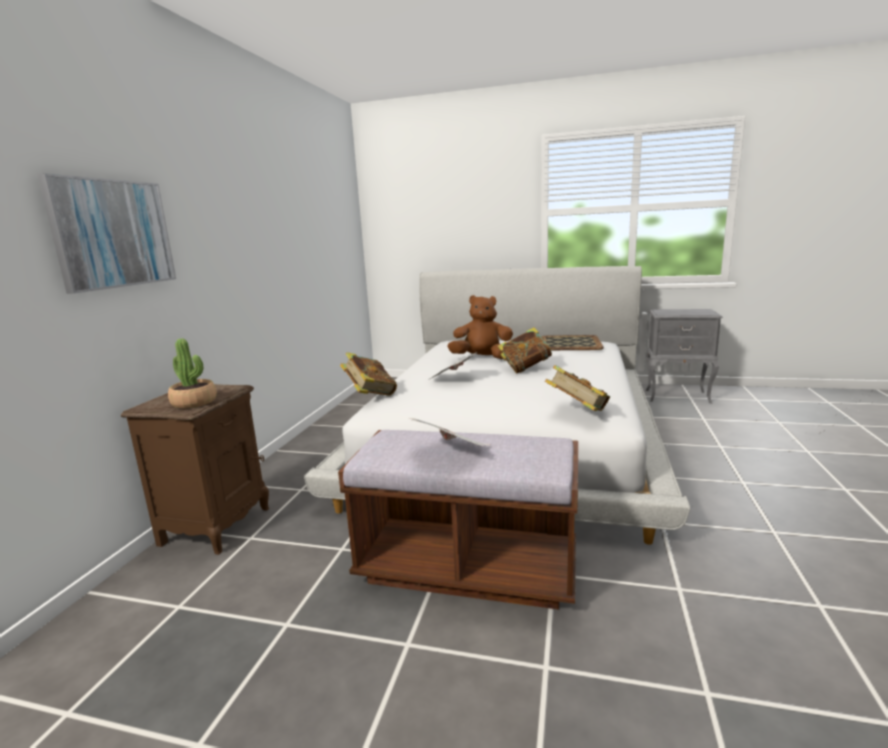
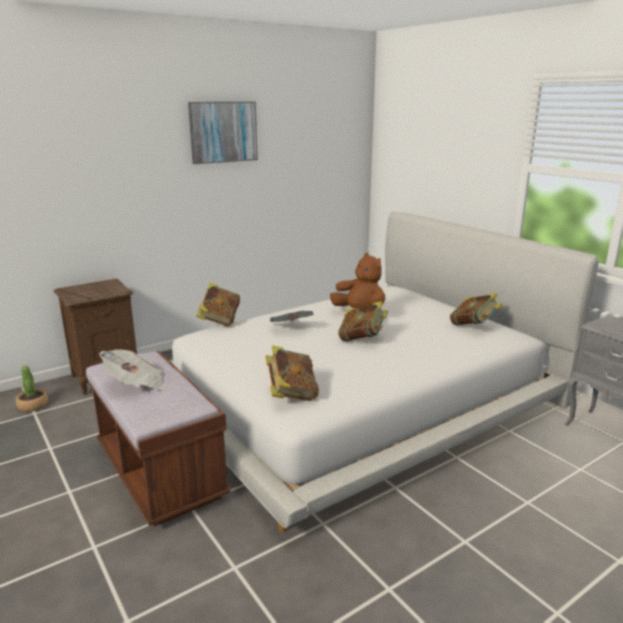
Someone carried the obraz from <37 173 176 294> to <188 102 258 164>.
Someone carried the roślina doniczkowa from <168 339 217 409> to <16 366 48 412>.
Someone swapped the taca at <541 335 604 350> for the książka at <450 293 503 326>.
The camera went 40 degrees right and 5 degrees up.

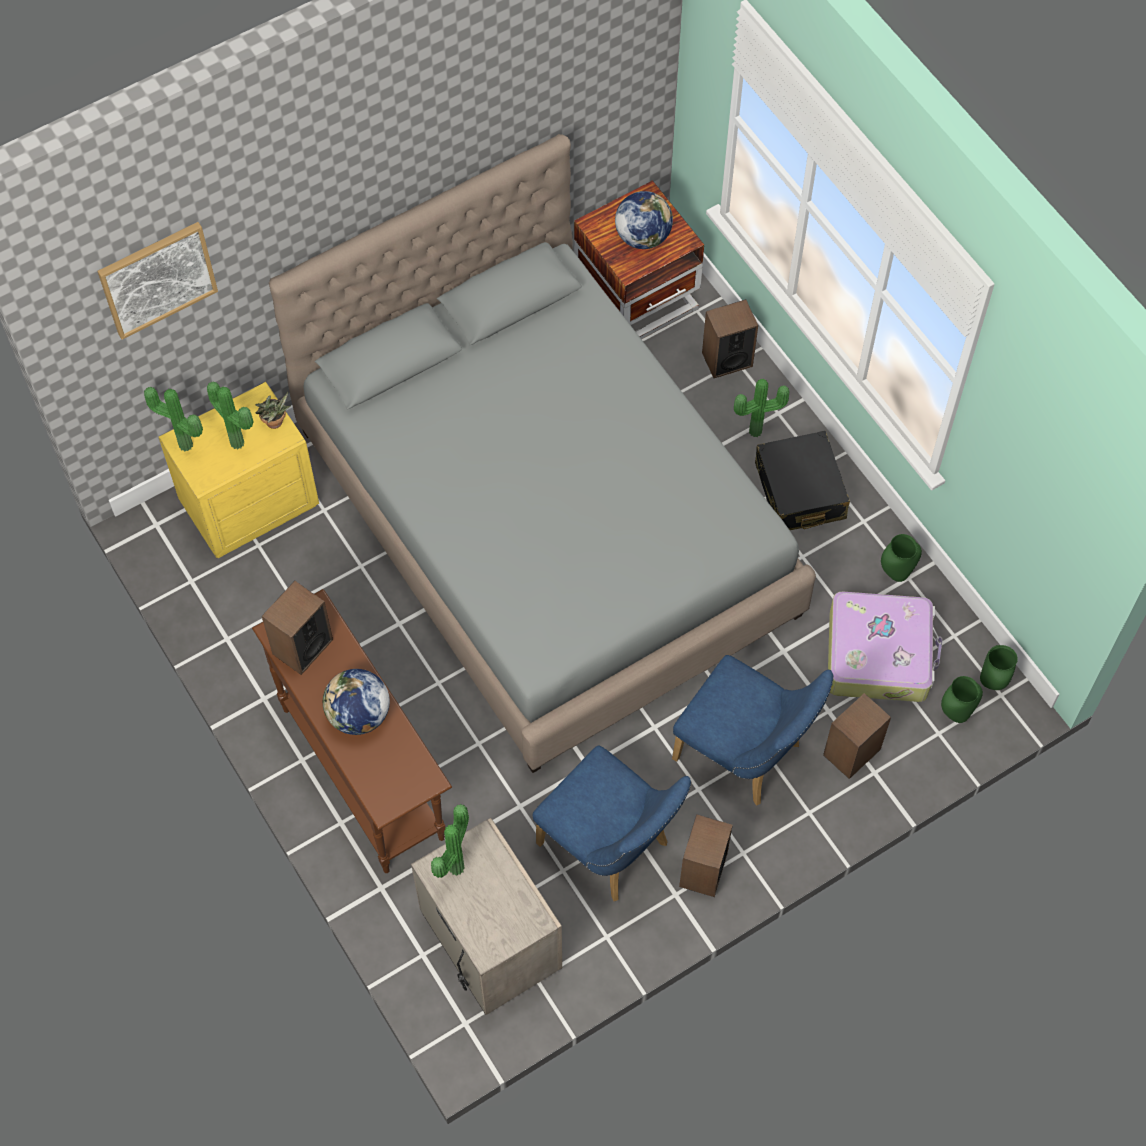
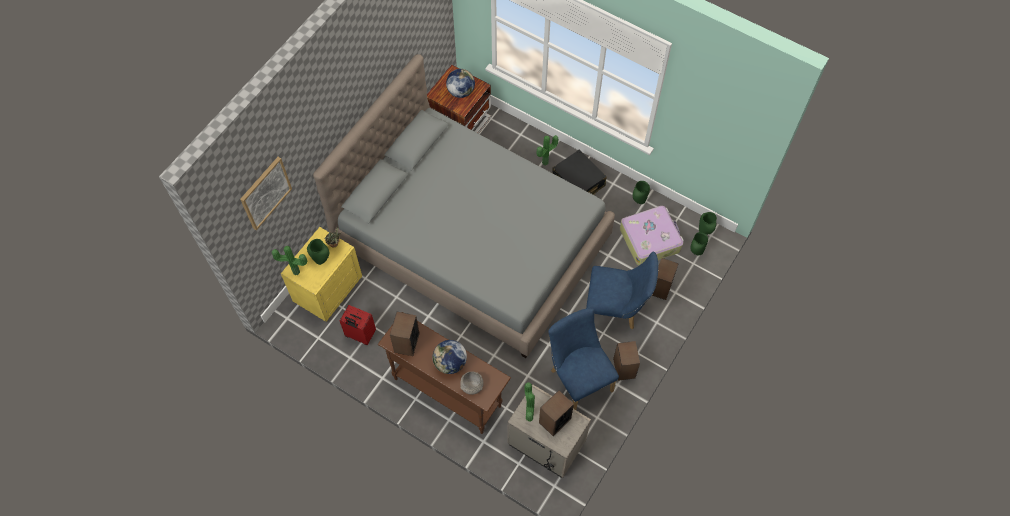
Someone put down the walizka/czerwony at <340 305 376 345>.
Someone put down the miska/szary at <460 372 483 395>.
Someone carried the głośnik from <702 299 758 378> to <539 390 574 436>.
Someone swapped the roślina doniczkowa at <207 382 253 449> for the wazon/zielony at <307 239 329 265>.
Someone rotated the krzesło/niebieski at <532 746 691 901> by 135 degrees counterclockwise.
The camera went 25 degrees left and 0 degrees up.

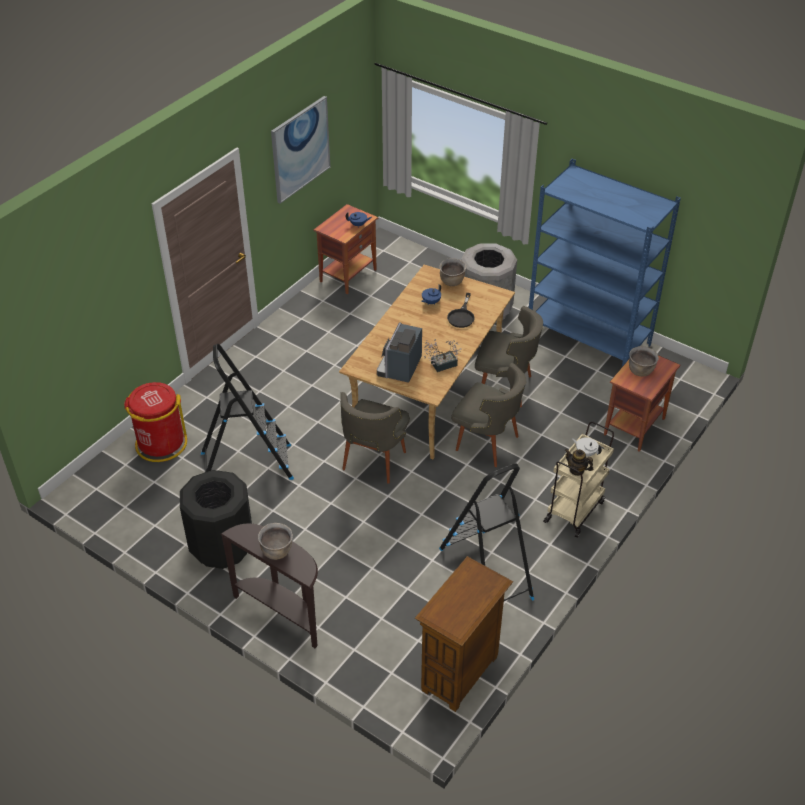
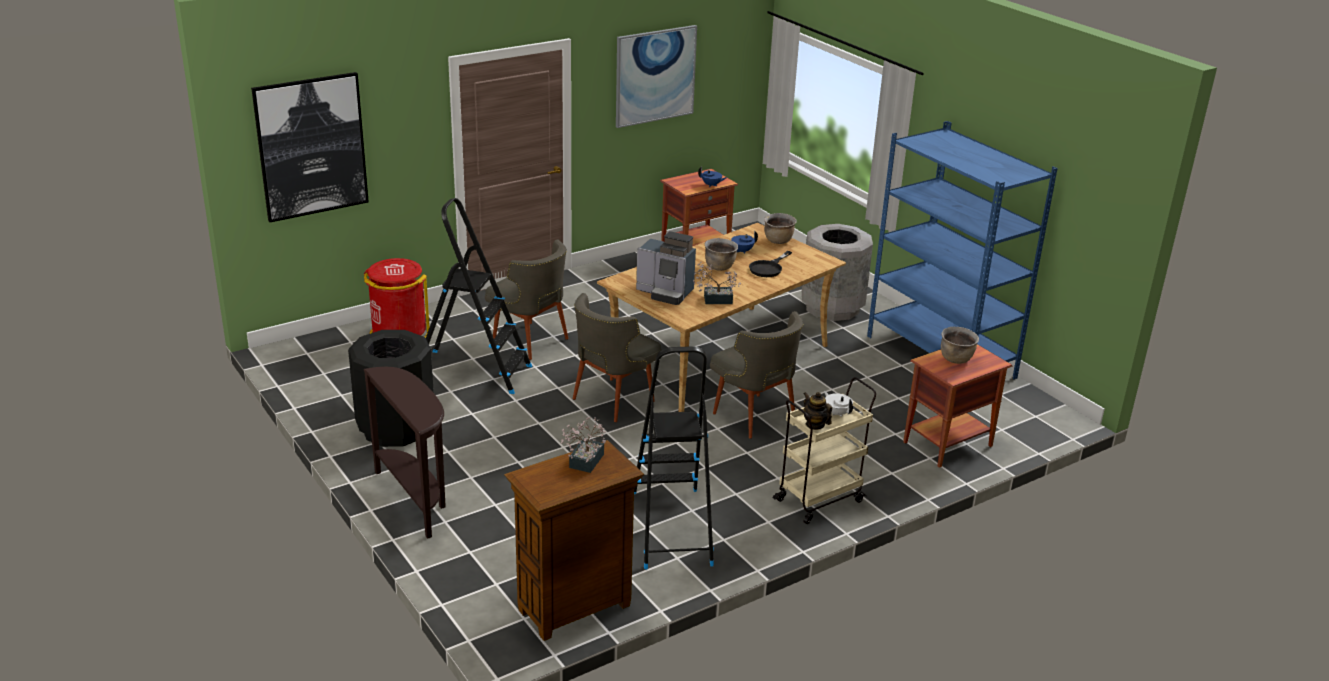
Someone put up the obraz at <251 72 369 222>.
Someone put down the roślina doniczkowa at <561 417 606 473>.
Someone carried the garnek/brązowy from <258 523 293 560> to <705 238 738 271>.
Someone carried the krzesło/szary from <475 306 543 407> to <485 240 569 360>.
Someone rotated the ekspres do kawy at <377 322 422 383> by 105 degrees counterclockwise.
The camera went 20 degrees right and 15 degrees down.

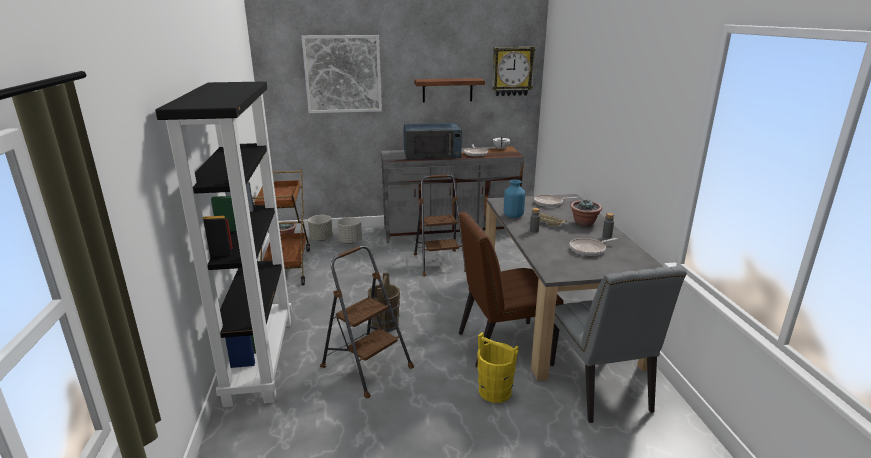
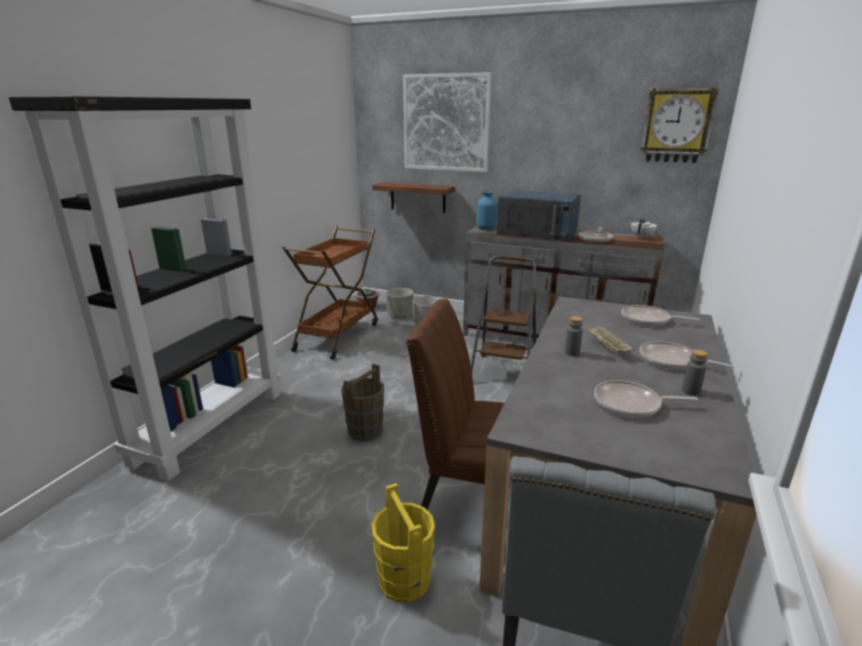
Someone took away the drabinka/brązowy at <320 245 414 399>.
Someone carried the półka from <414 78 485 102> to <372 182 455 213>.
Someone carried the wazon/niebieski from <504 180 525 218> to <476 191 497 230>.
Someone swapped the roślina doniczkowa at <570 200 602 227> for the patelnia at <640 341 734 370>.
The camera went 30 degrees right and 0 degrees up.

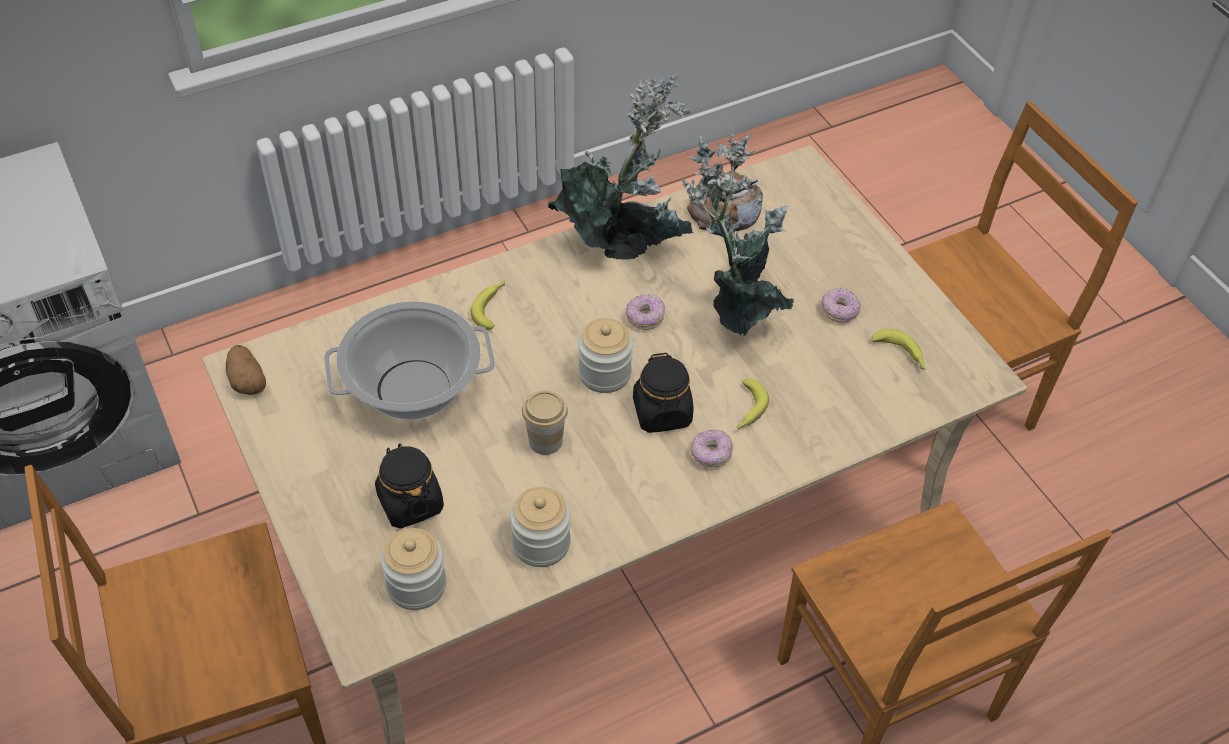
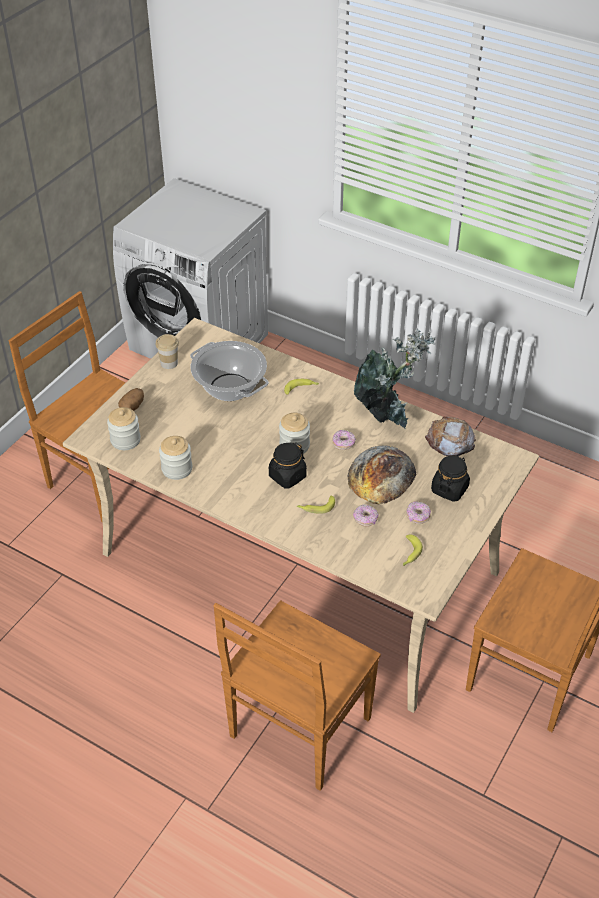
Someone carried the ziemniak from <226 345 266 395> to <118 388 144 411>.
Someone carried the słoik/czarny from <375 443 444 529> to <431 455 470 502>.
Someone carried the filiżanka from <522 390 568 455> to <155 334 179 369>.
Someone carried the donut from <691 429 733 467> to <353 504 378 527>.
Someone swapped the roślina doniczkowa at <681 133 794 336> for the chleb at <347 446 417 505>.
The camera went 60 degrees right and 5 degrees down.

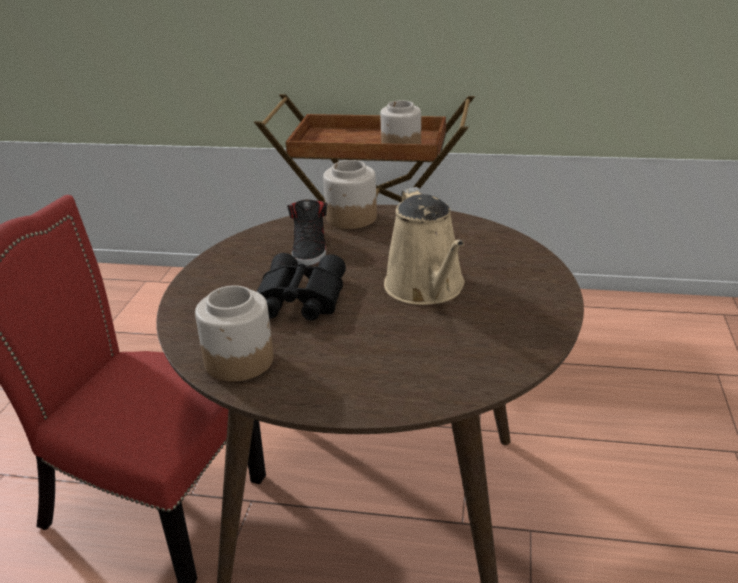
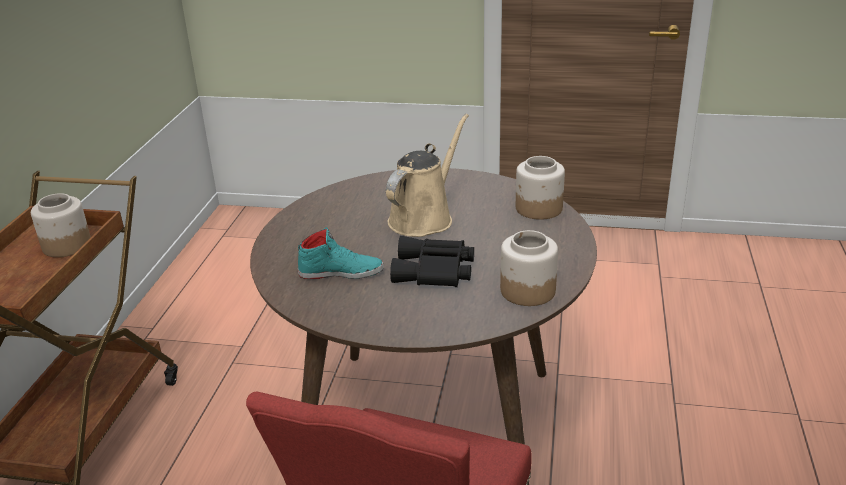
Someone carried the słoik from <323 160 377 229> to <516 156 565 220>.
Someone repainted the but/czarny at <287 199 327 266>, which became the but/turkusowy at <297 227 384 279>.
Someone rotated the konewka/beżowy at <384 187 465 305> by 45 degrees counterclockwise.
The camera went 90 degrees left and 0 degrees up.

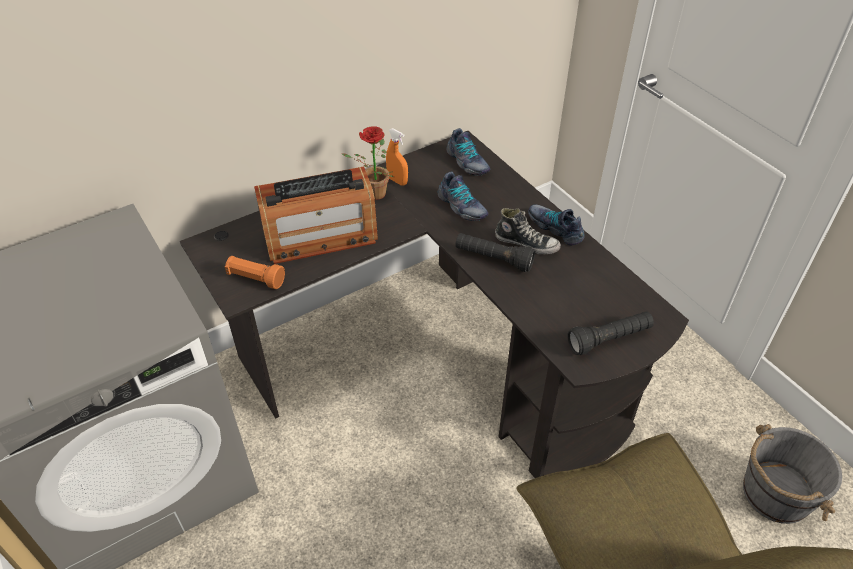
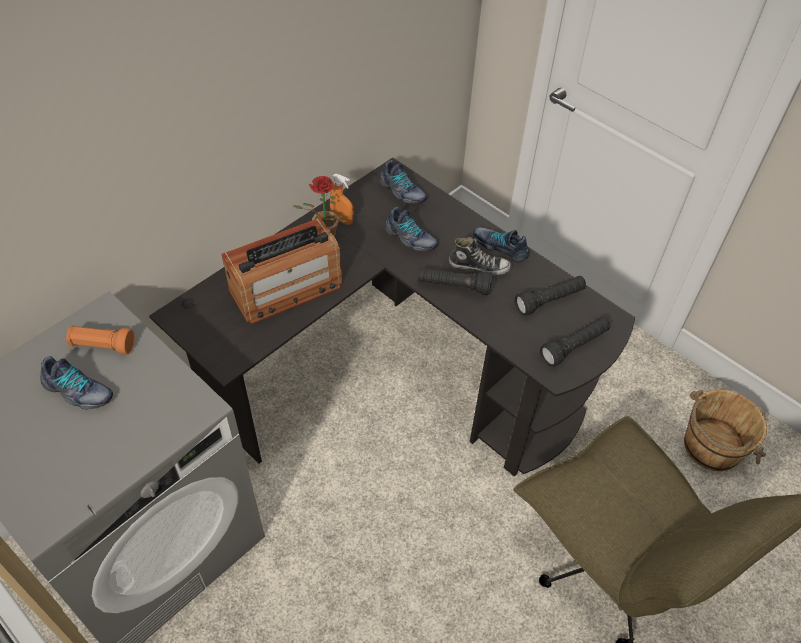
Someone put down the but at <40 356 113 409>.
Someone put down the latarka/czarny at <515 276 586 316>.
Someone carried the latarka/pomarańczowy from <225 256 285 289> to <66 325 135 355>.
Someone repainted the wiadro/szary at <743 424 842 524>, which became the wiadro/brązowy at <684 390 767 471>.
The camera went 15 degrees left and 5 degrees up.

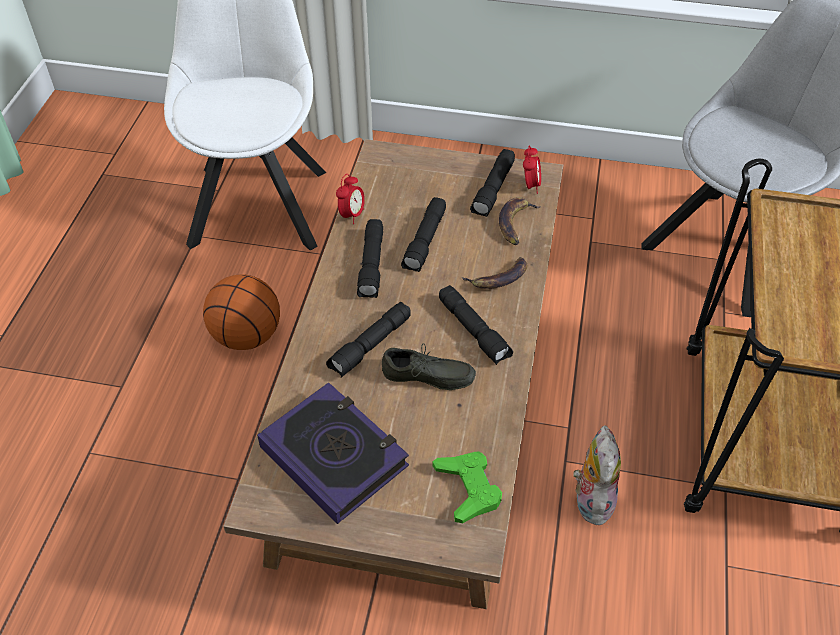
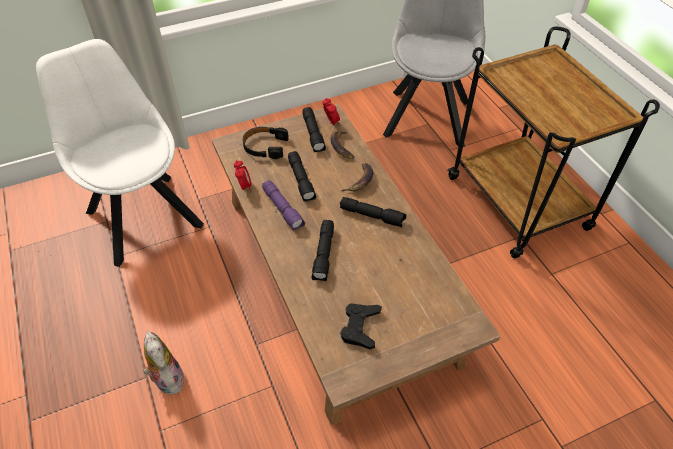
Someone took away the piłka do koszykówki at <203 274 280 350>.
Someone took away the but/szary at <382 343 476 390>.
Someone took away the pad do gier/zielony at <432 451 502 523>.
Someone put down the słuchawki/czarny at <243 127 288 159>.
Someone carried the pluszak from <573 425 621 526> to <143 331 184 395>.
Someone swapped the książka at <257 382 409 524> for the pad do gier/czarny at <340 304 382 349>.
Someone repainted the latarka/czarny at <357 219 383 298>, which became the latarka/fioletowy at <262 180 305 231>.
The camera went 35 degrees left and 0 degrees up.

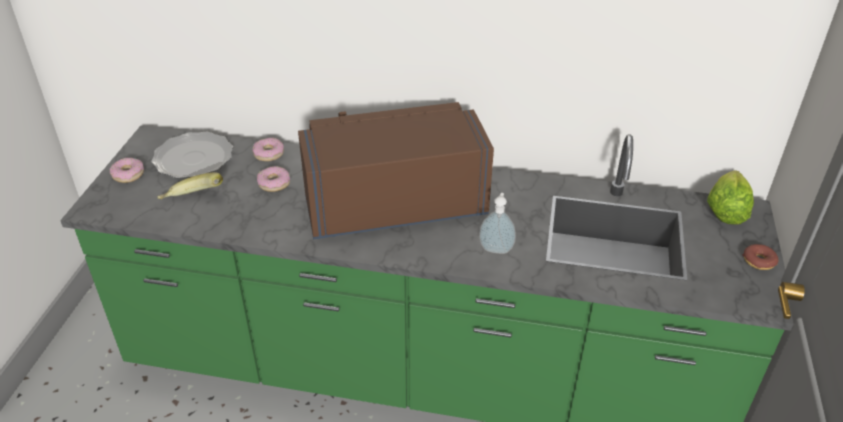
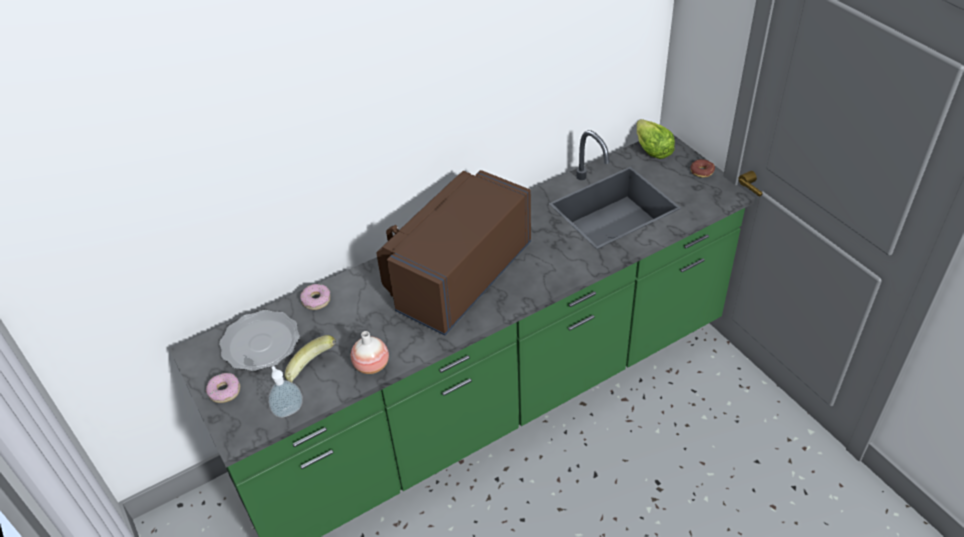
Someone took away the donut at <257 166 290 192>.
Someone put down the wazon at <351 331 389 374>.
Someone carried the dozownik mydła from <479 193 516 254> to <268 366 303 418>.
The camera went 40 degrees left and 5 degrees up.

